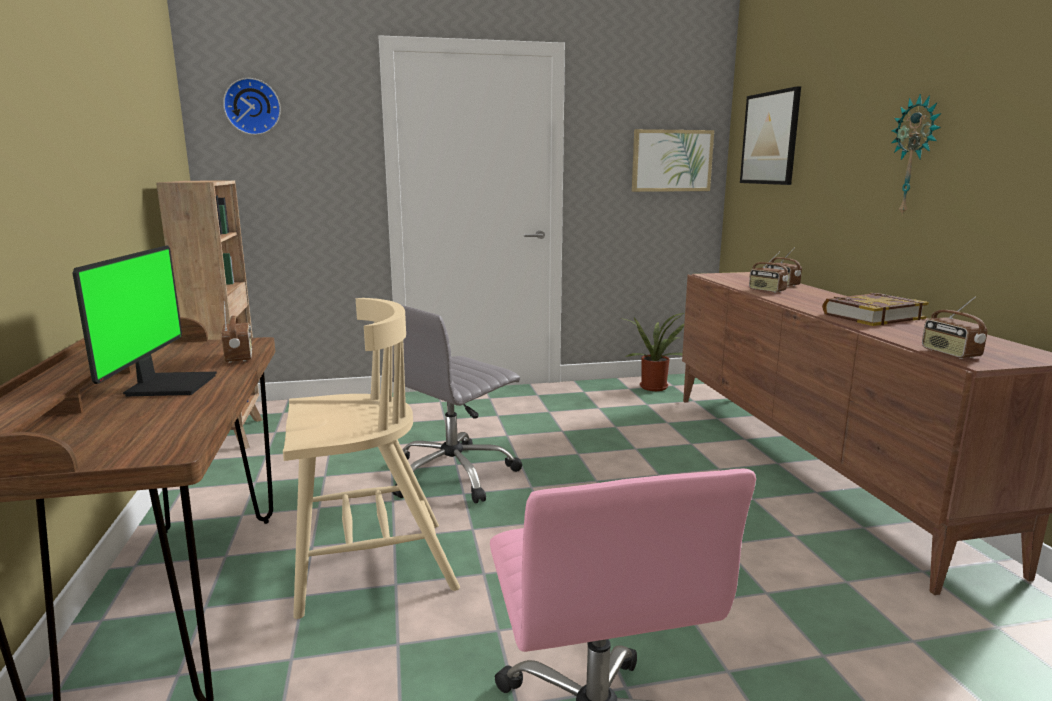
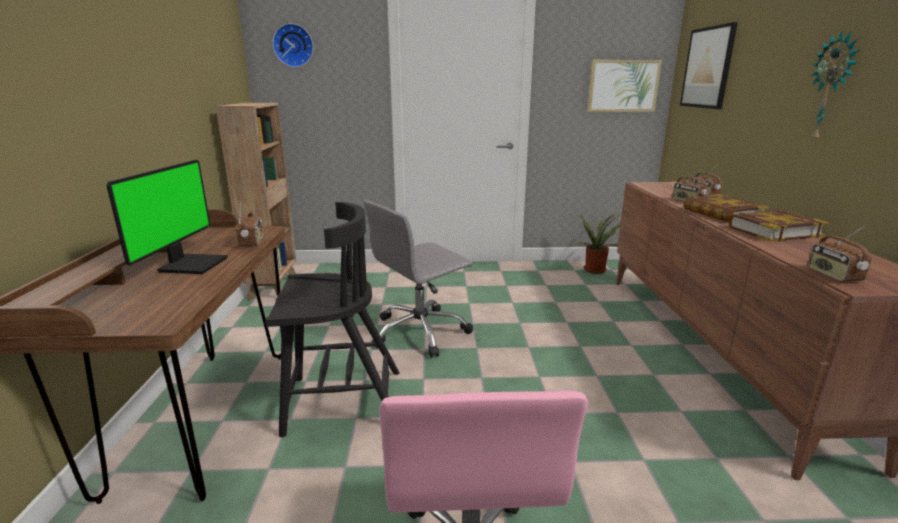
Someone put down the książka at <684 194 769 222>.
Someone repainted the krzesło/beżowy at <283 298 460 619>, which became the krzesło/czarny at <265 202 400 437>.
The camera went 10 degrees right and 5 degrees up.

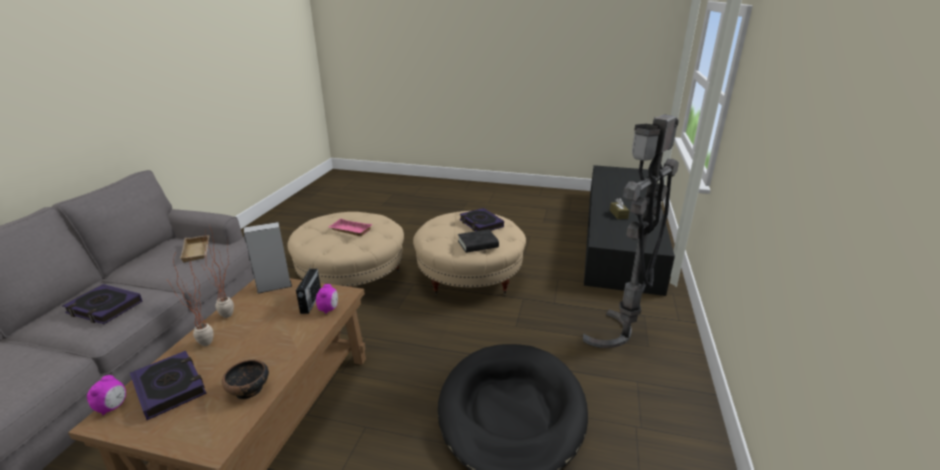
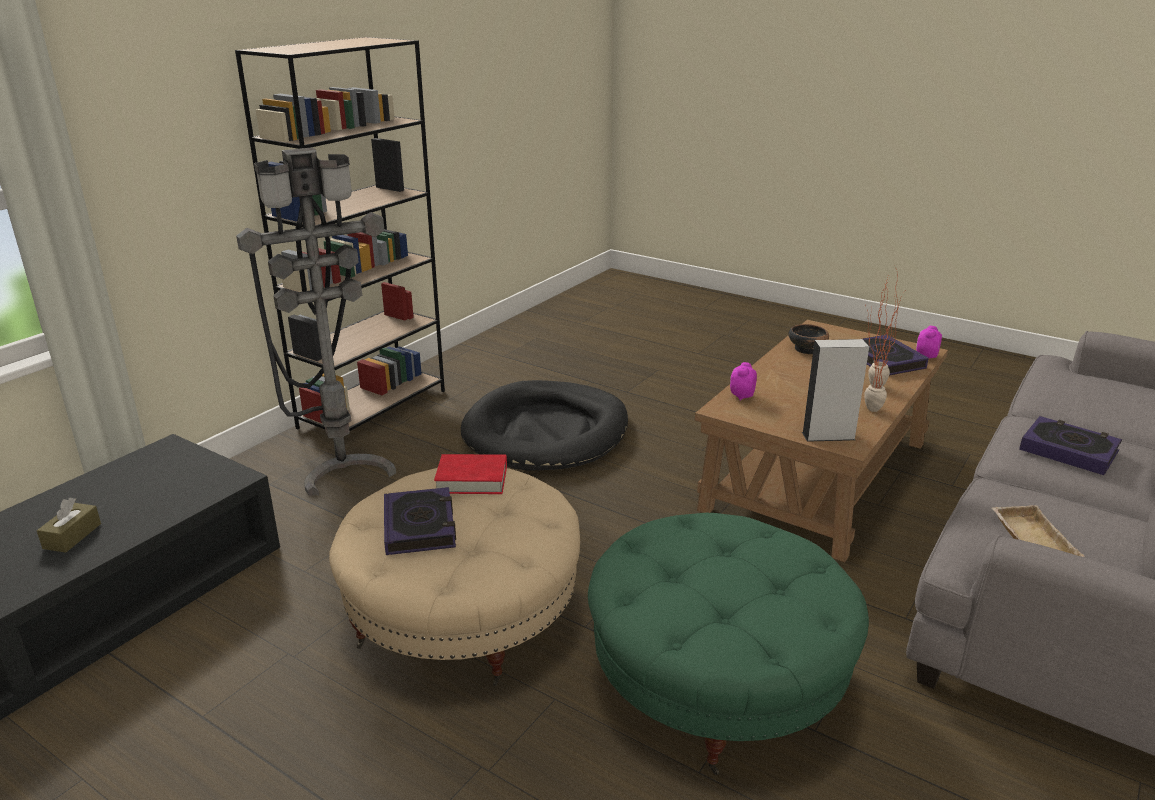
Someone took away the radio at <296 266 321 314>.
Someone took away the taca/różowy at <329 219 372 236>.
Someone put down the regał/beżowy at <235 37 445 431>.
Someone repainted the pufa/beżowy at <287 212 404 287>, which became the pufa/zielony at <588 513 869 775>.
Someone repainted the książka/czarny at <458 229 499 253>, which became the książka/czerwony at <434 454 507 494>.
The camera went 160 degrees left and 0 degrees up.

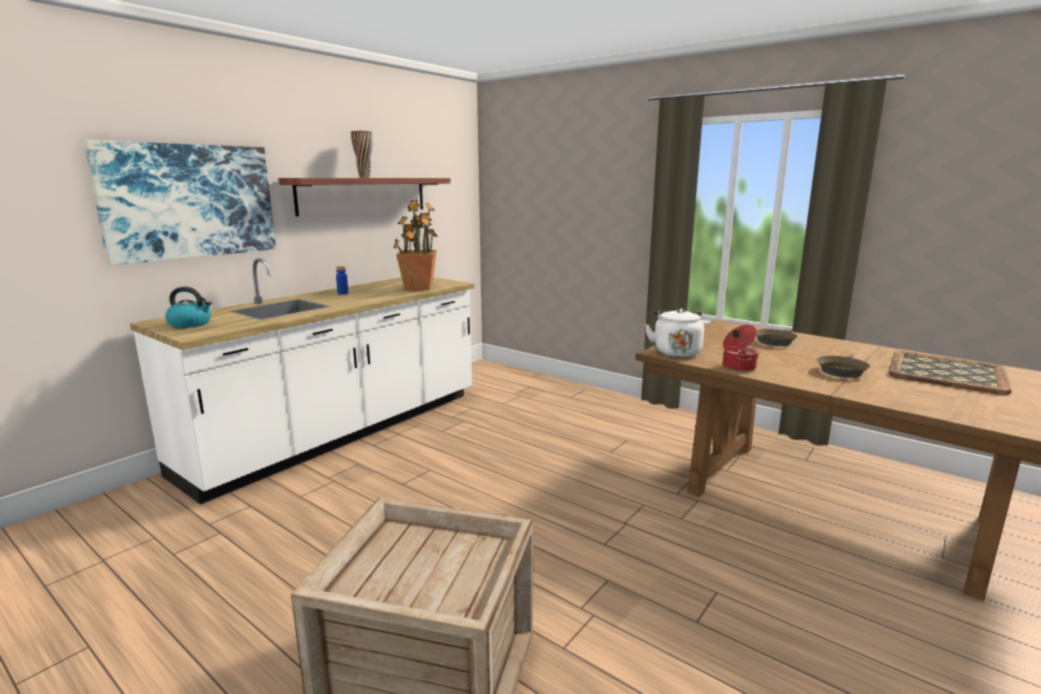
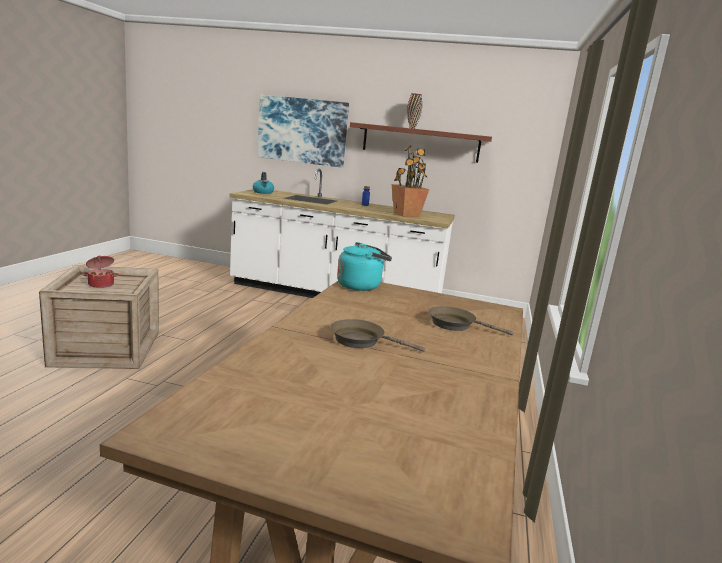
Someone took away the taca at <888 351 1012 395>.
Someone carried the garnek from <723 325 759 372> to <82 256 119 288>.
Someone repainted the czajnik/biały at <645 309 704 358>, which became the czajnik/turkusowy at <337 242 392 291>.
The camera went 65 degrees right and 0 degrees up.

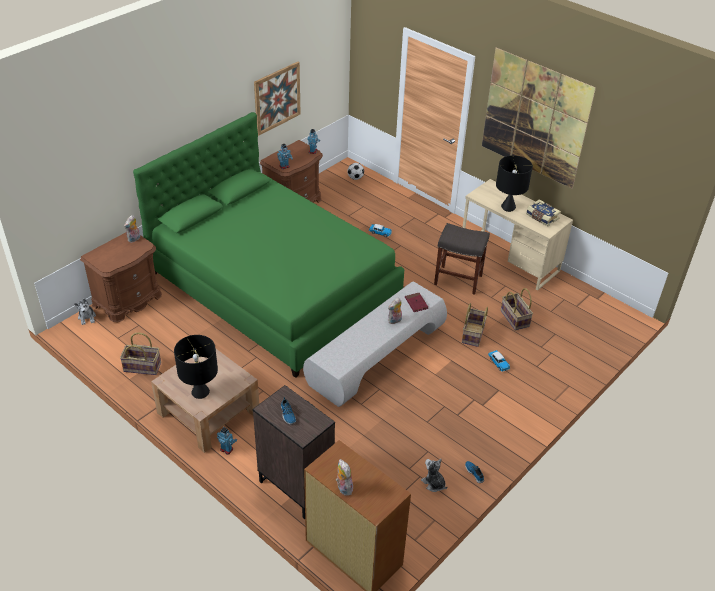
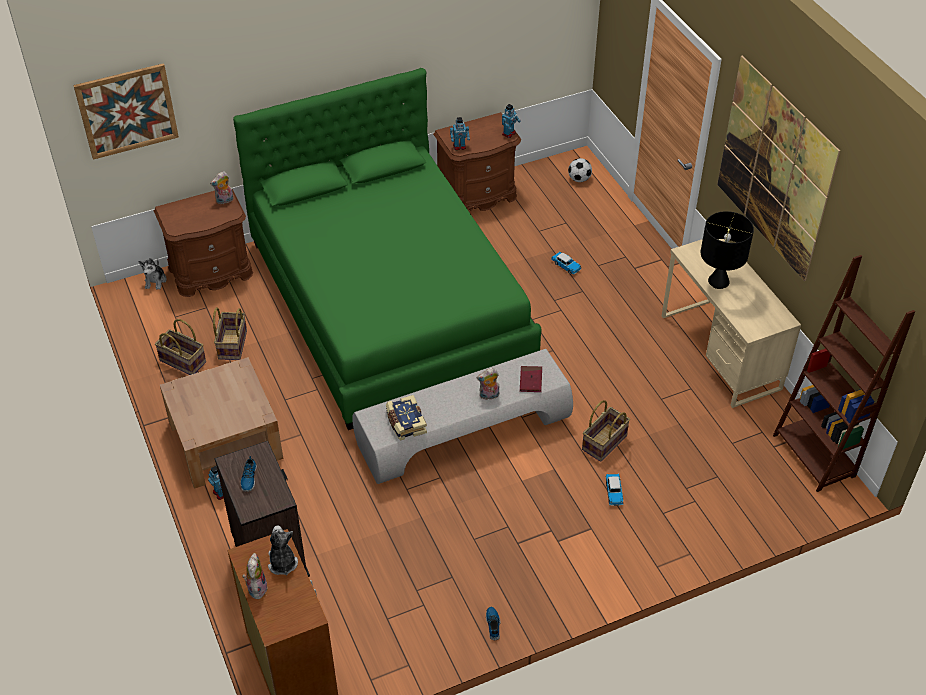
Someone took away the lampa stołowa/czarny at <174 335 218 399>.
Someone took away the stołek/szary at <434 223 490 295>.
Someone put down the regał/brązowy at <773 255 915 492>.
Someone carried the obraz from <254 62 300 136> to <73 63 179 160>.
Someone carried the pluszak from <421 459 448 492> to <268 526 298 575>.
Someone carried the koszyk from <500 288 533 330> to <213 307 247 360>.
Someone carried the książka from <526 199 561 226> to <386 395 427 440>.
The camera went 25 degrees right and 5 degrees up.

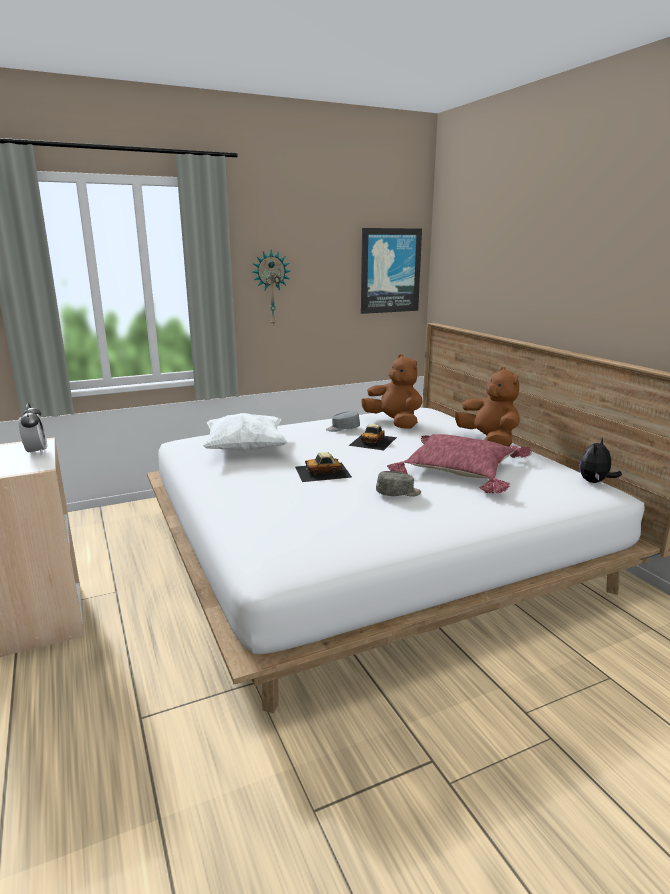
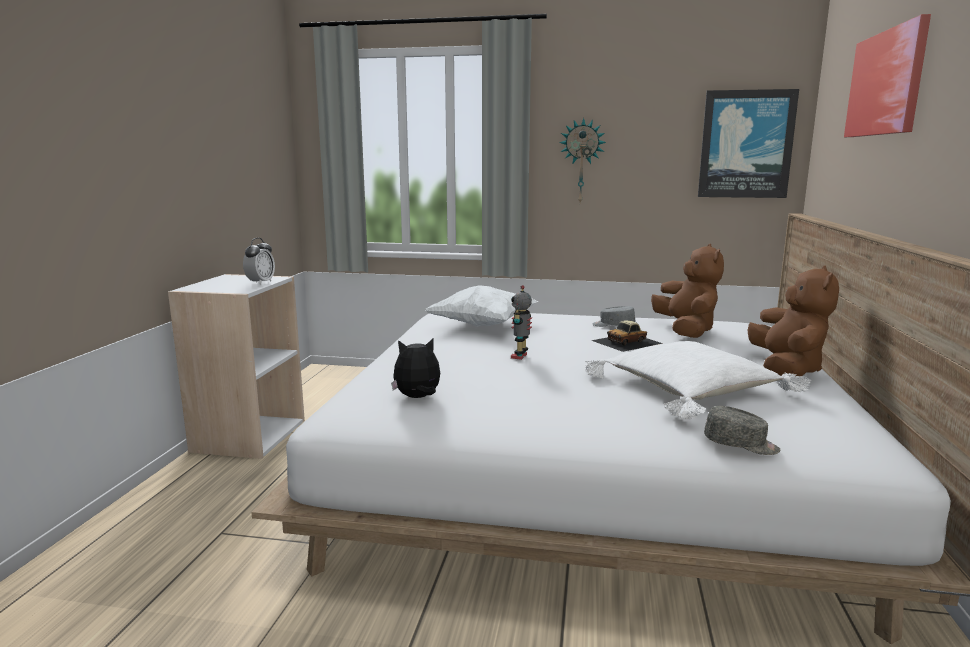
Someone put up the obraz at <844 14 931 137>.
Someone carried the czapka z daszkiem/szary from <376 471 421 497> to <704 406 780 455>.
Someone carried the pluszak from <579 438 622 483> to <391 339 440 398>.
Someone swapped the samochodzik at <295 452 352 482> for the robot zabawkowy at <511 285 532 360>.
Someone repainted the poduszka/czerwony at <387 434 532 494>, which became the poduszka/biały at <584 341 812 419>.
The camera went 35 degrees right and 5 degrees down.

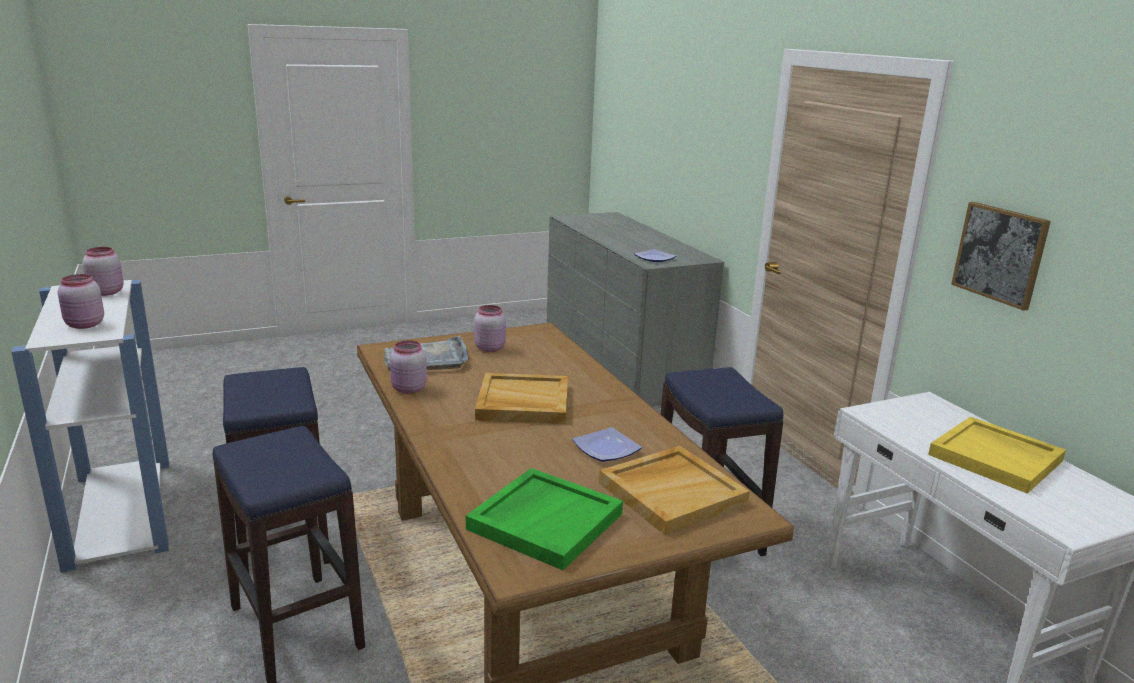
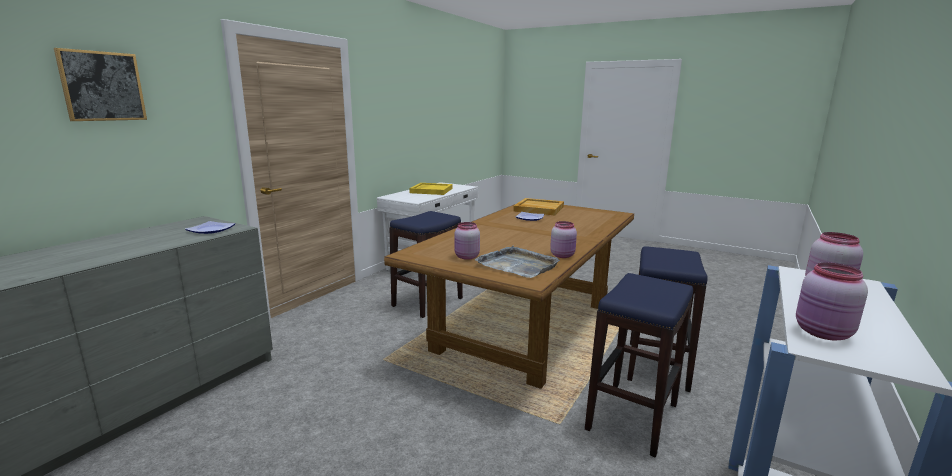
Someone took away the taca/zielony at <466 468 623 570>.
Someone took away the taca/beżowy at <475 373 568 424>.
Someone carried the obraz from <951 202 1051 311> to <54 48 147 121>.
The camera went 125 degrees left and 5 degrees down.

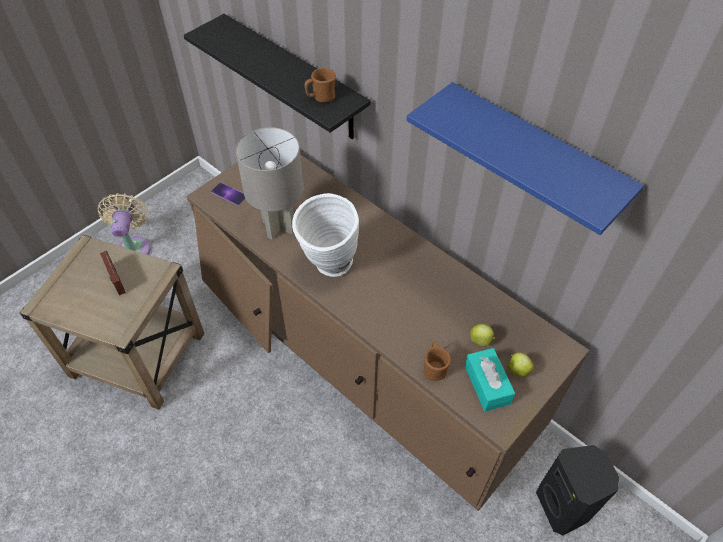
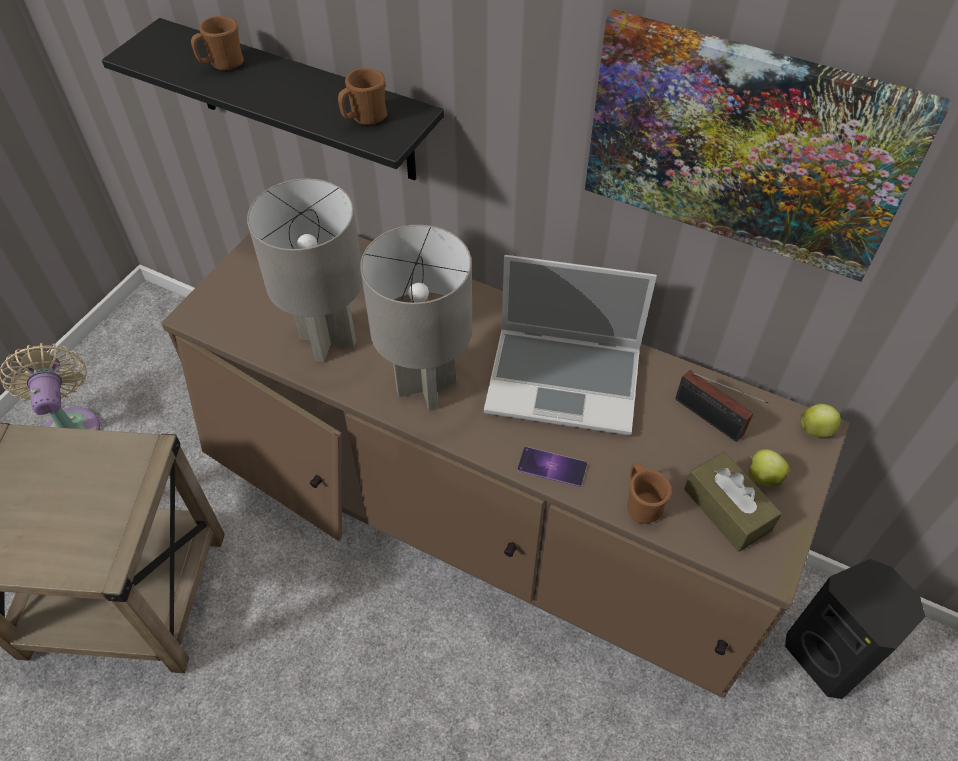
Someone put down the kubek/brązowy at <191 16 244 70>.
Someone put down the laptop at <484 255 657 436>.
Someone carried the radio from <100 251 126 295> to <675 370 768 442>.
Someone carried the telefon from <211 182 245 206> to <517 447 587 487>.
Someone carried the jabłko from <470 324 496 346> to <801 404 842 438>.
Someone swapped the wazon/biały at <292 193 359 277> for the lampa stołowa/szary at <360 225 472 411>.
Someone swapped the półka/niebieski at <406 82 644 235> for the obraz at <585 9 952 282>.
Someone repainted the pudełko chusteczek/turkusowy at <465 348 515 411>, which became the pudełko chusteczek/brązowy at <684 452 782 552>.
The camera went 15 degrees left and 0 degrees up.

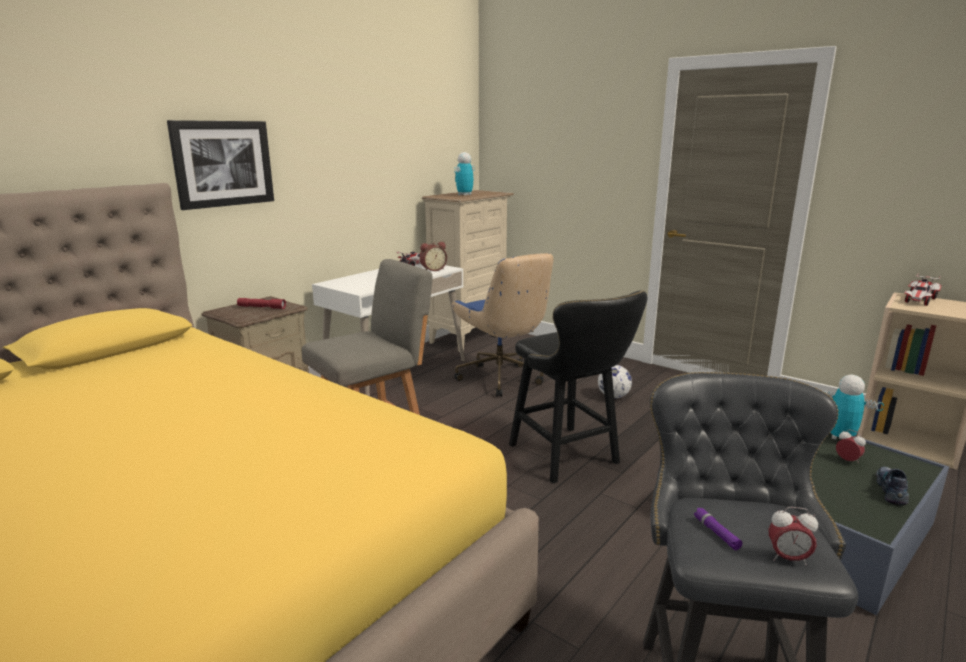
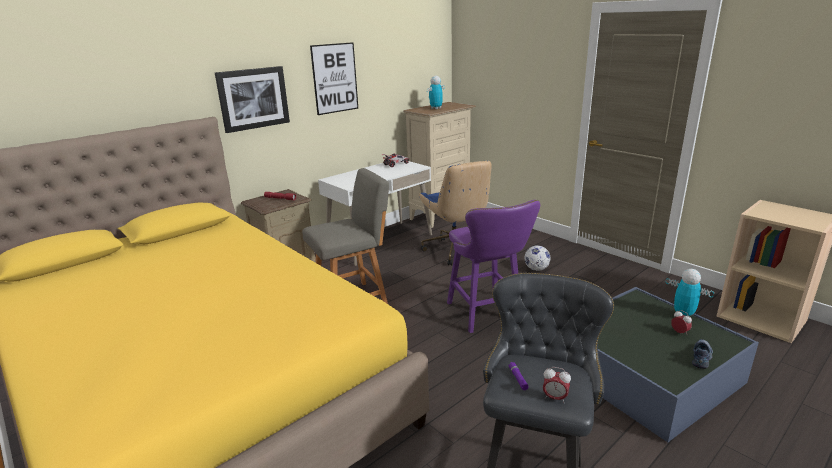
Someone took away the budzik at <419 242 447 271>.
Someone took away the samochodzik at <904 273 941 306>.
Someone put up the obraz at <310 42 358 115>.
Someone repainted the stołek/czarny at <509 290 647 483>, which became the stołek/fioletowy at <447 200 540 333>.
The camera went 10 degrees right and 5 degrees up.

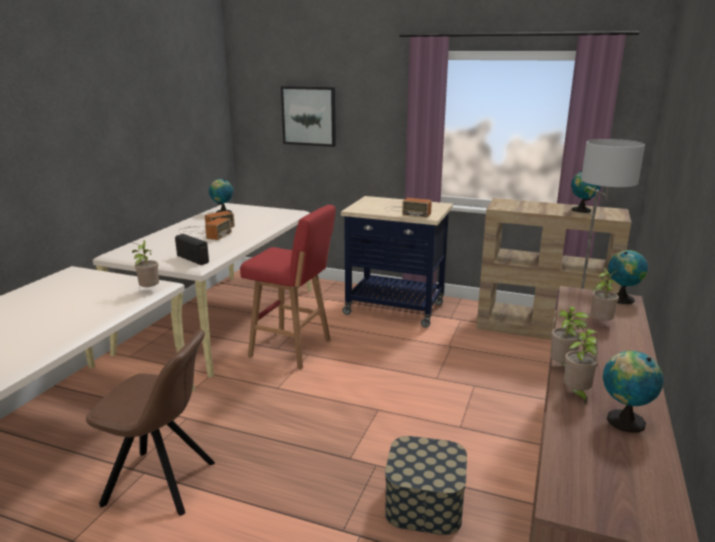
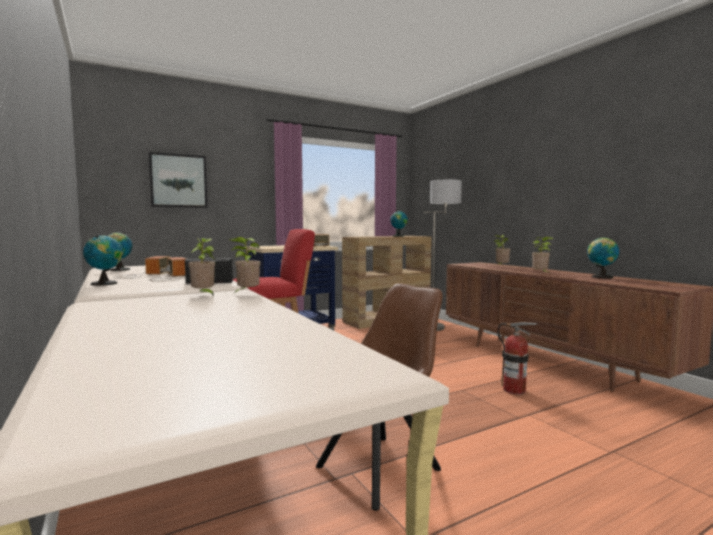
Someone carried the roślina doniczkowa from <564 329 598 404> to <188 238 215 295>.
Someone carried the globus from <608 250 648 304> to <83 235 123 286>.
Someone swapped the pojemnik do przechowywania at <385 436 467 535> for the gaśnica at <497 322 538 395>.
The camera went 50 degrees left and 15 degrees down.

